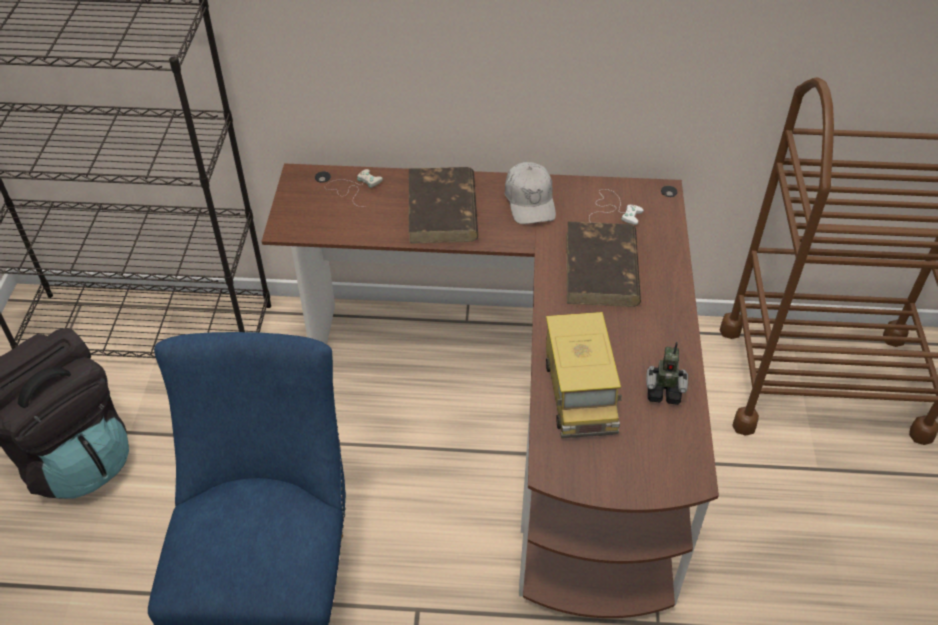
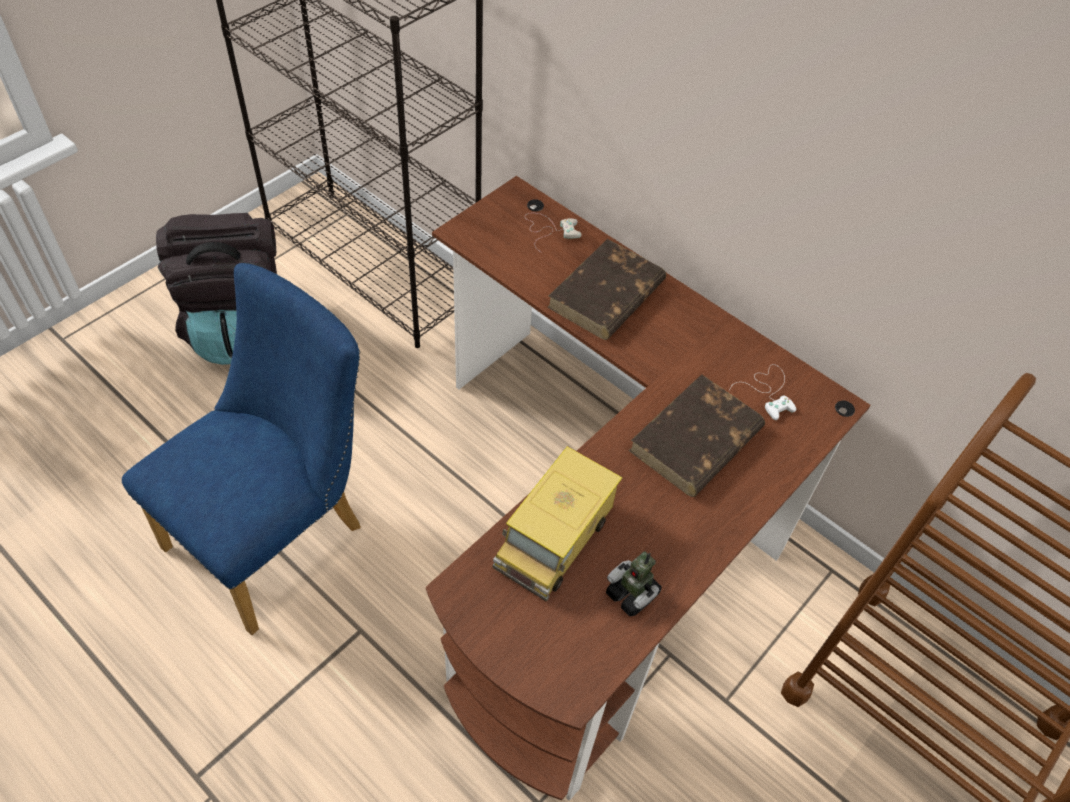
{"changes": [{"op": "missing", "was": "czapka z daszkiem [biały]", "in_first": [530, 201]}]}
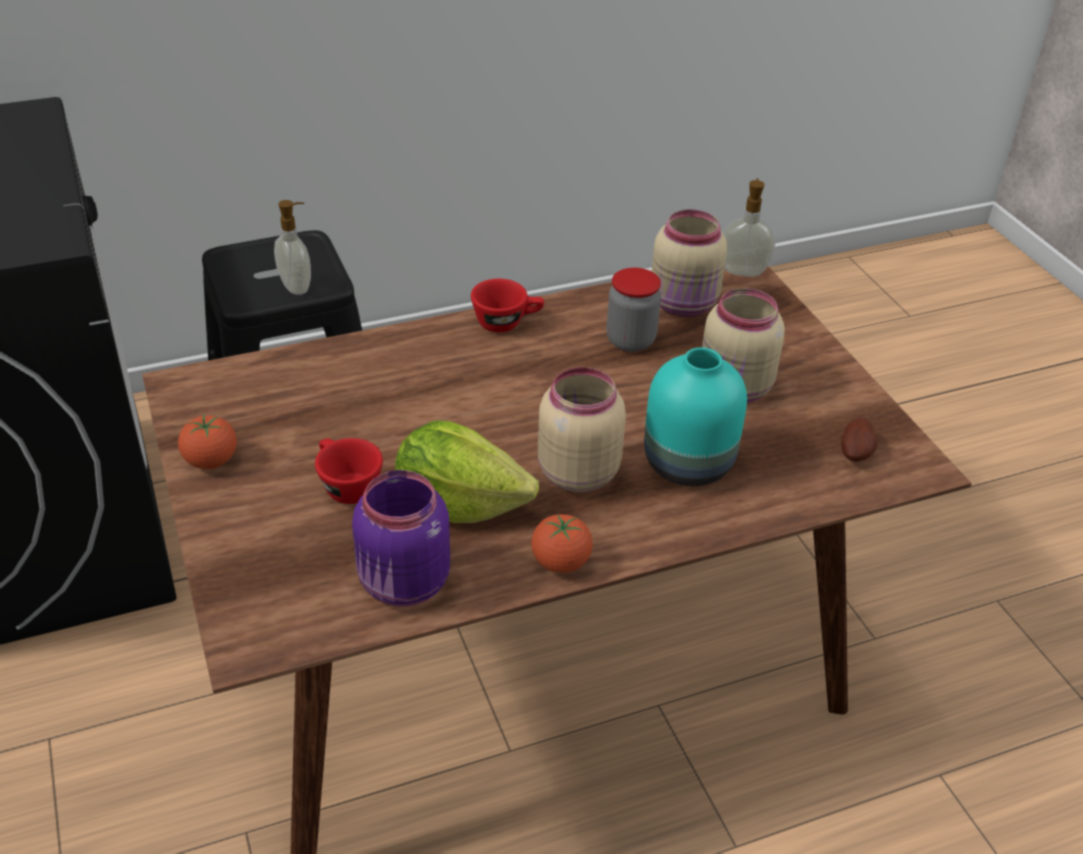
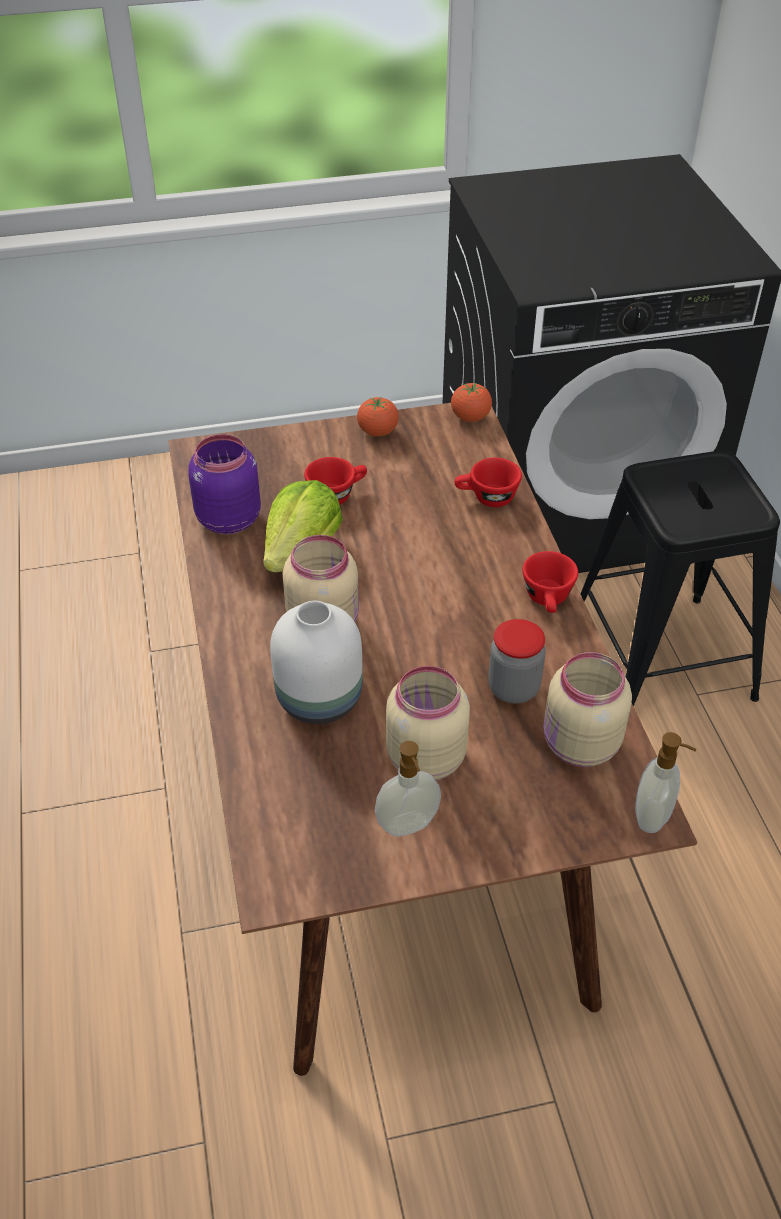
{"changes": [{"op": "relocated", "was": "dozownik mydła", "in_first": [297, 286], "in_second": [408, 826]}, {"op": "relocated", "was": "pomidor", "in_first": [560, 562], "in_second": [470, 417]}, {"op": "colour", "was": "wazon [turkusowy]", "now": "wazon [biały]", "in_first": [685, 464], "in_second": [319, 697]}, {"op": "missing", "was": "ziemniak", "in_first": [856, 453]}, {"op": "appeared", "now": "filiżanka [czerwony]", "in_second": [486, 498]}]}
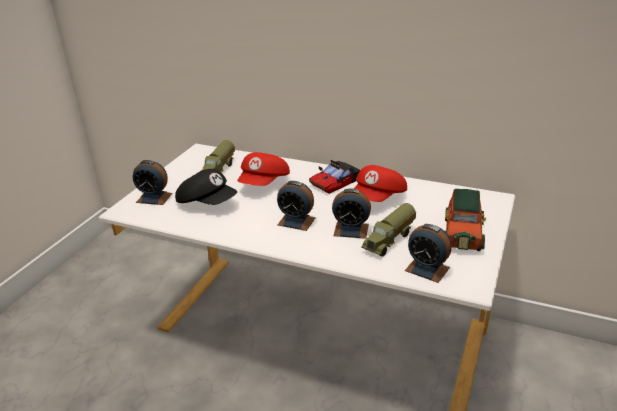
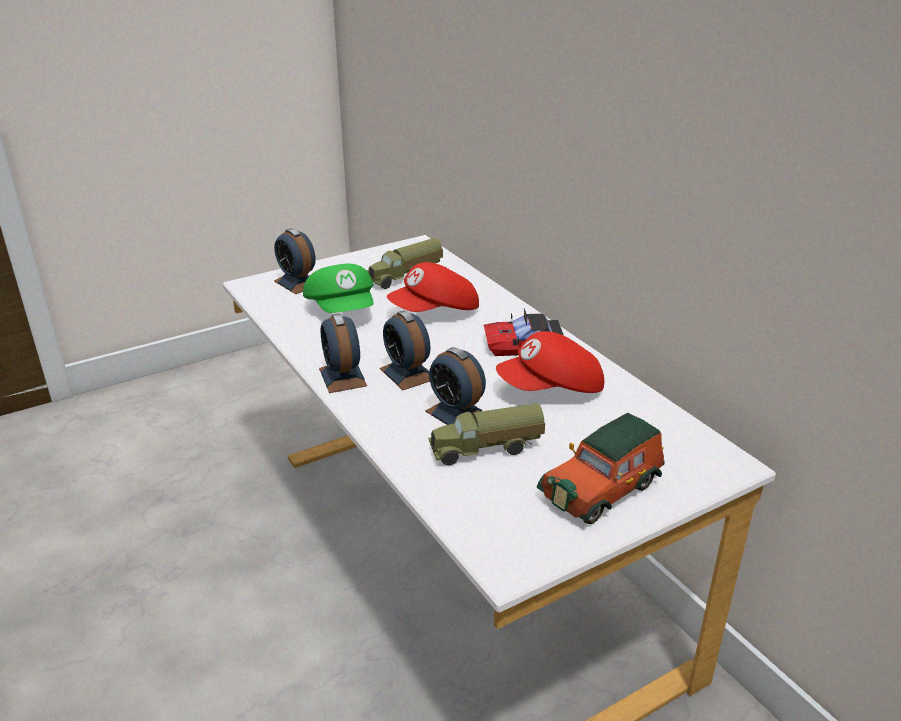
{"changes": [{"op": "colour", "was": "czapka z daszkiem [czarny]", "now": "czapka z daszkiem [zielony]", "in_first": [207, 202], "in_second": [342, 310]}, {"op": "relocated", "was": "budzik", "in_first": [427, 269], "in_second": [342, 377]}]}
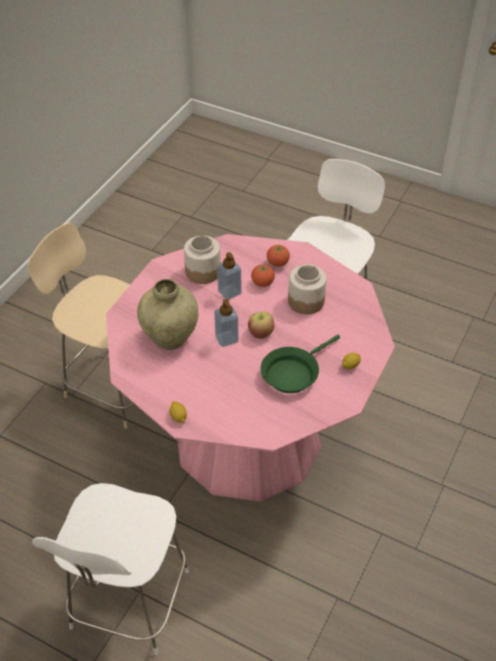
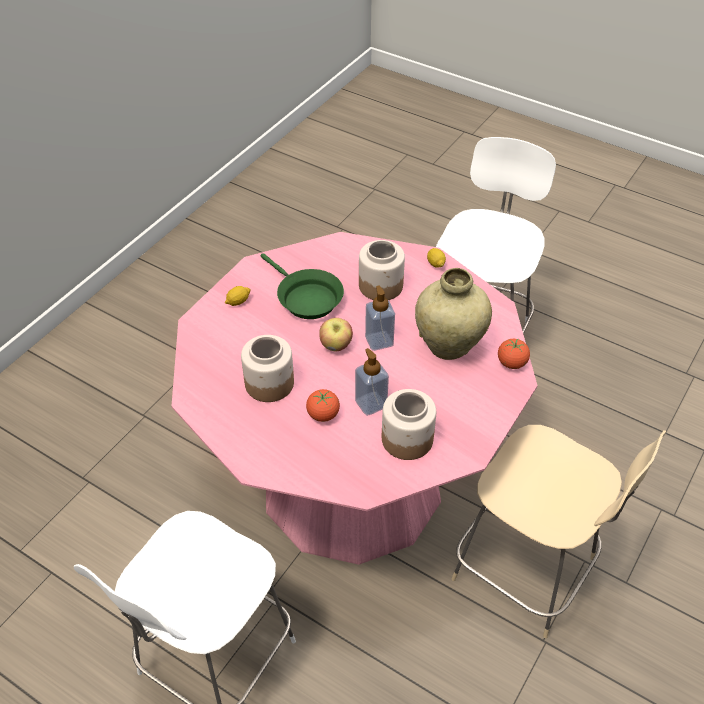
{"changes": [{"op": "spun", "was": "patelnia [zielony]", "in_first": [293, 373], "in_second": [306, 298], "clockwise": 90}, {"op": "relocated", "was": "pomidor", "in_first": [277, 263], "in_second": [511, 363]}, {"op": "appeared", "now": "słoik", "in_second": [381, 285]}]}
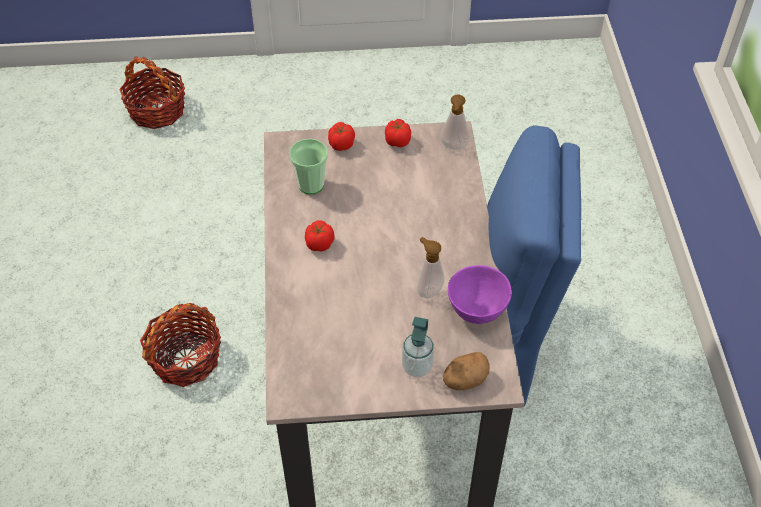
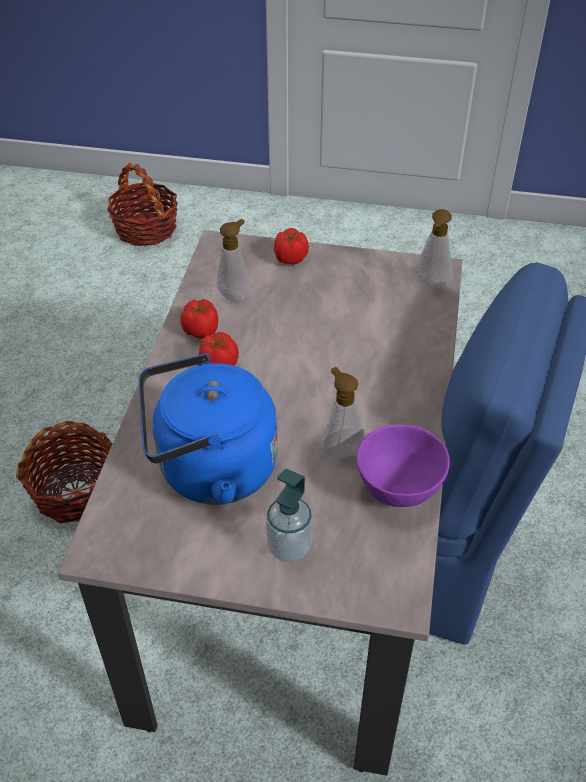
{"changes": [{"op": "exchanged", "was": "filiżanka", "now": "dozownik mydła", "in_first": [311, 185], "in_second": [235, 295]}, {"op": "relocated", "was": "pomidor", "in_first": [397, 141], "in_second": [201, 330]}, {"op": "missing", "was": "ziemniak", "in_first": [464, 380]}, {"op": "appeared", "now": "czajnik [niebieski]", "in_second": [210, 470]}]}
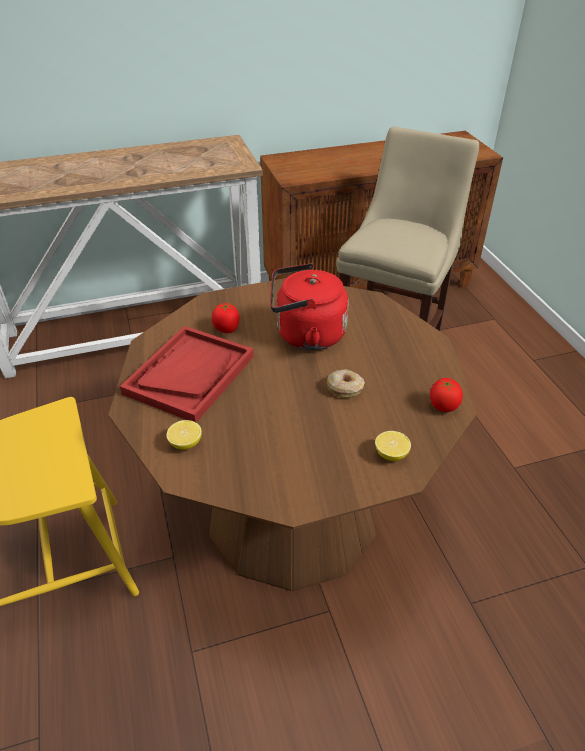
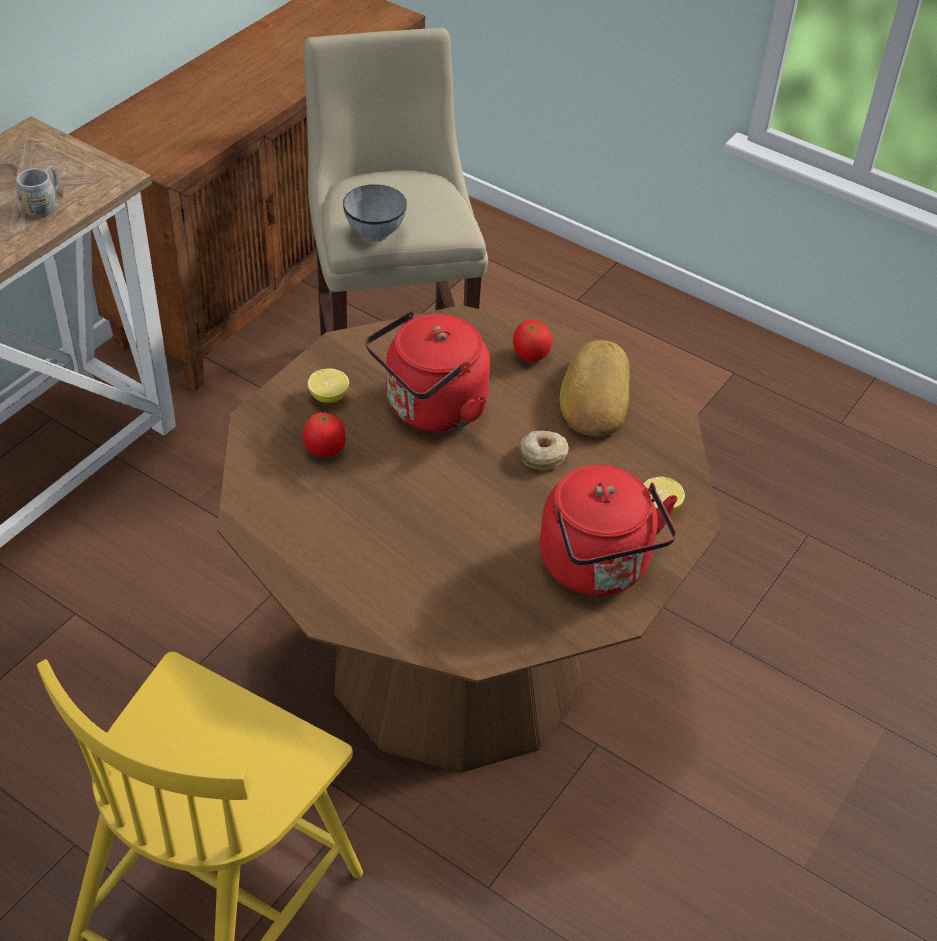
{"changes": [{"op": "missing", "was": "taca [czerwony]", "in_first": [190, 374]}, {"op": "relocated", "was": "cytryna", "in_first": [185, 443], "in_second": [329, 397]}, {"op": "relocated", "was": "pomidor", "in_first": [443, 406], "in_second": [530, 355]}, {"op": "appeared", "now": "kubek [szary]", "in_second": [44, 205]}, {"op": "appeared", "now": "miska [szary]", "in_second": [375, 232]}, {"op": "appeared", "now": "czajnik [czerwony]", "in_second": [598, 568]}, {"op": "appeared", "now": "chleb", "in_second": [593, 396]}]}
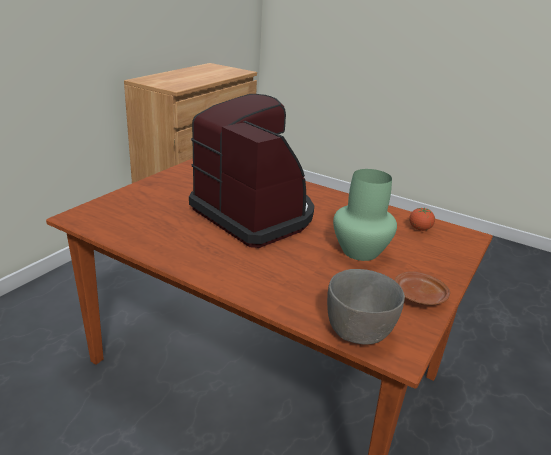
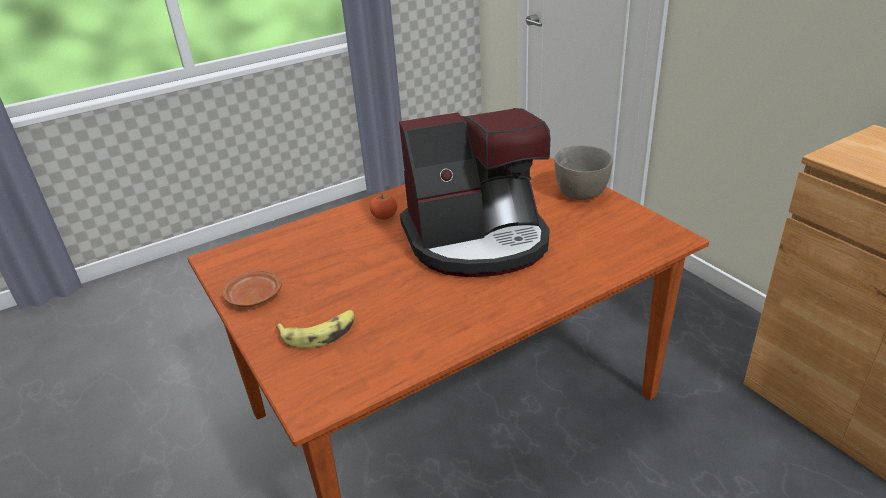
{"changes": [{"op": "relocated", "was": "miska [szary]", "in_first": [360, 331], "in_second": [580, 193]}, {"op": "missing", "was": "wazon [zielony]", "in_first": [360, 251]}, {"op": "relocated", "was": "pomidor", "in_first": [419, 229], "in_second": [384, 217]}, {"op": "appeared", "now": "banan", "in_second": [320, 333]}]}
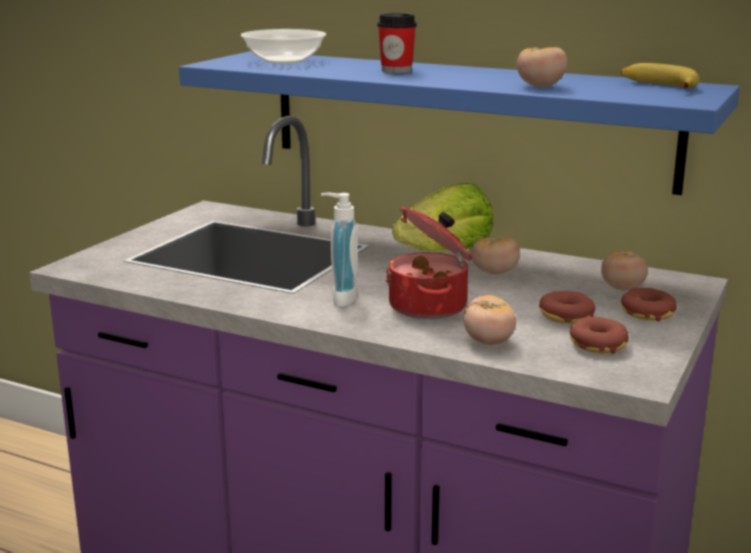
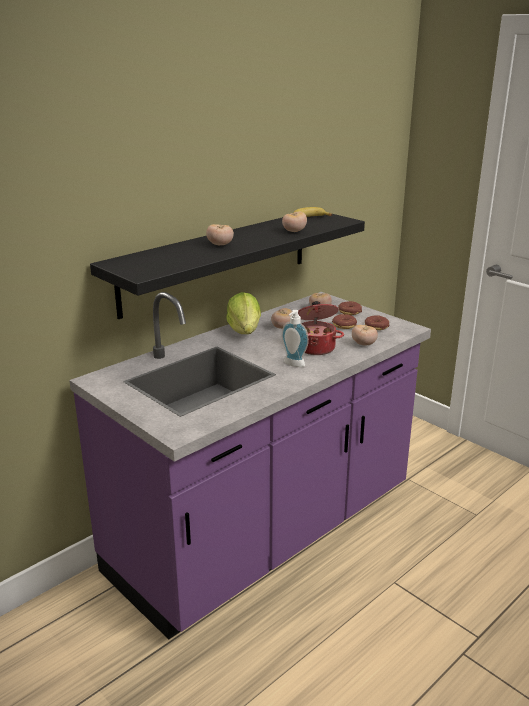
{"changes": [{"op": "colour", "was": "półka [niebieski]", "now": "półka [czarny]", "in_first": [466, 118], "in_second": [217, 260]}, {"op": "missing", "was": "miska", "in_first": [284, 61]}, {"op": "exchanged", "was": "filiżanka", "now": "pomidor", "in_first": [396, 71], "in_second": [220, 245]}]}
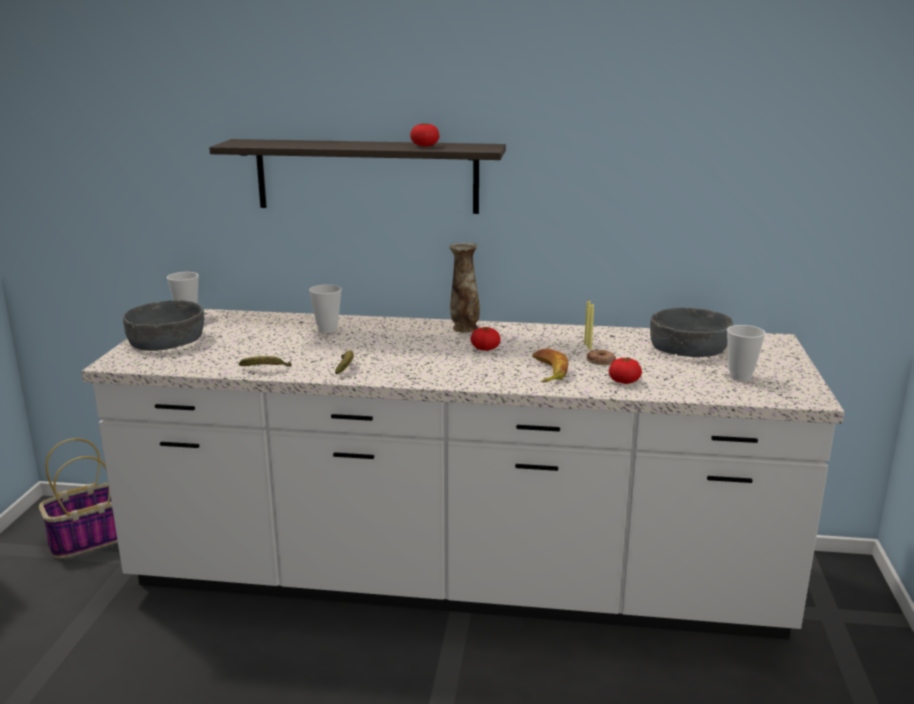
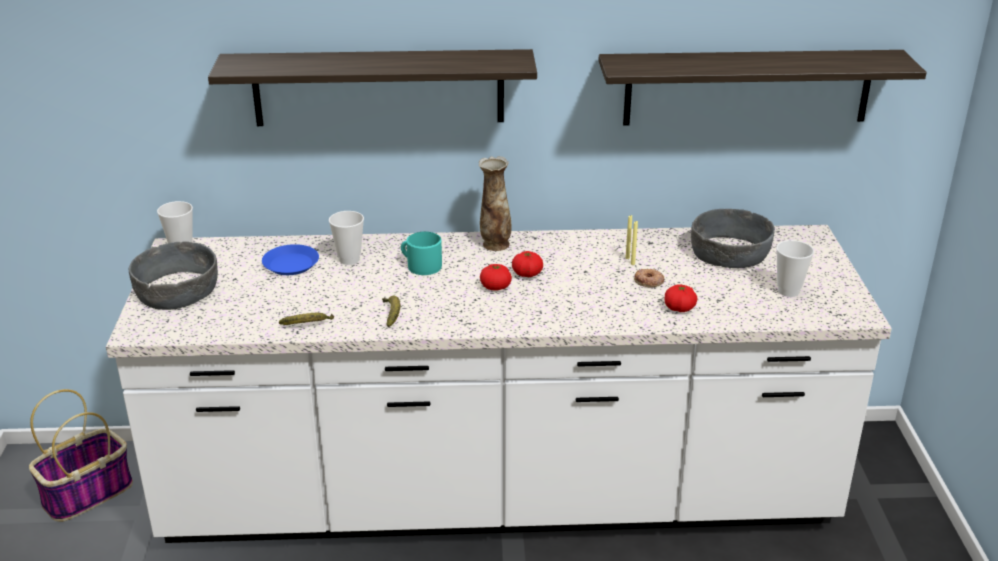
{"changes": [{"op": "relocated", "was": "pomidor", "in_first": [425, 146], "in_second": [495, 287]}, {"op": "missing", "was": "banan", "in_first": [547, 371]}, {"op": "appeared", "now": "talerz [niebieski]", "in_second": [290, 264]}, {"op": "appeared", "now": "kubek [turkusowy]", "in_second": [420, 265]}, {"op": "appeared", "now": "półka", "in_second": [747, 87]}]}
